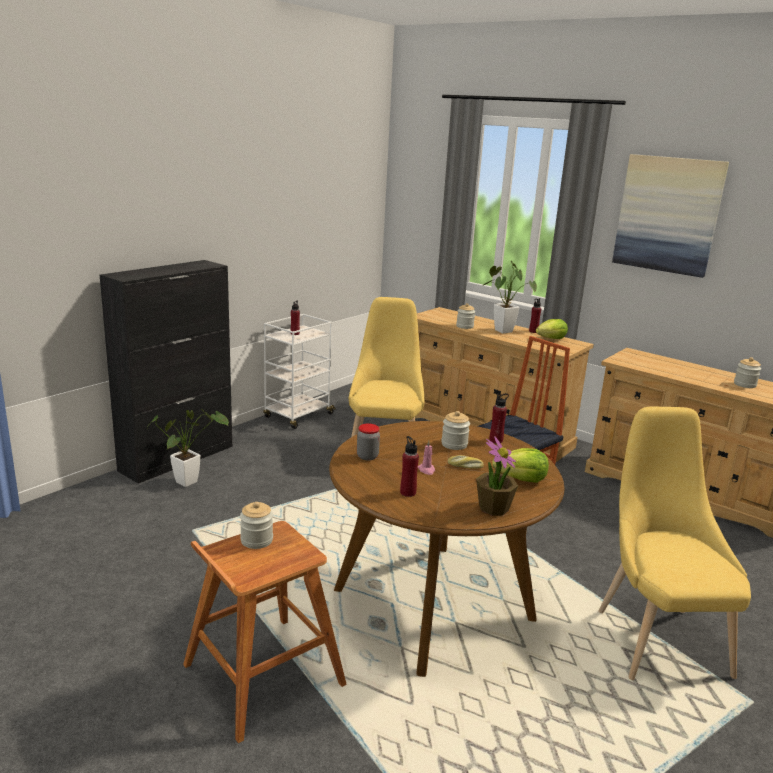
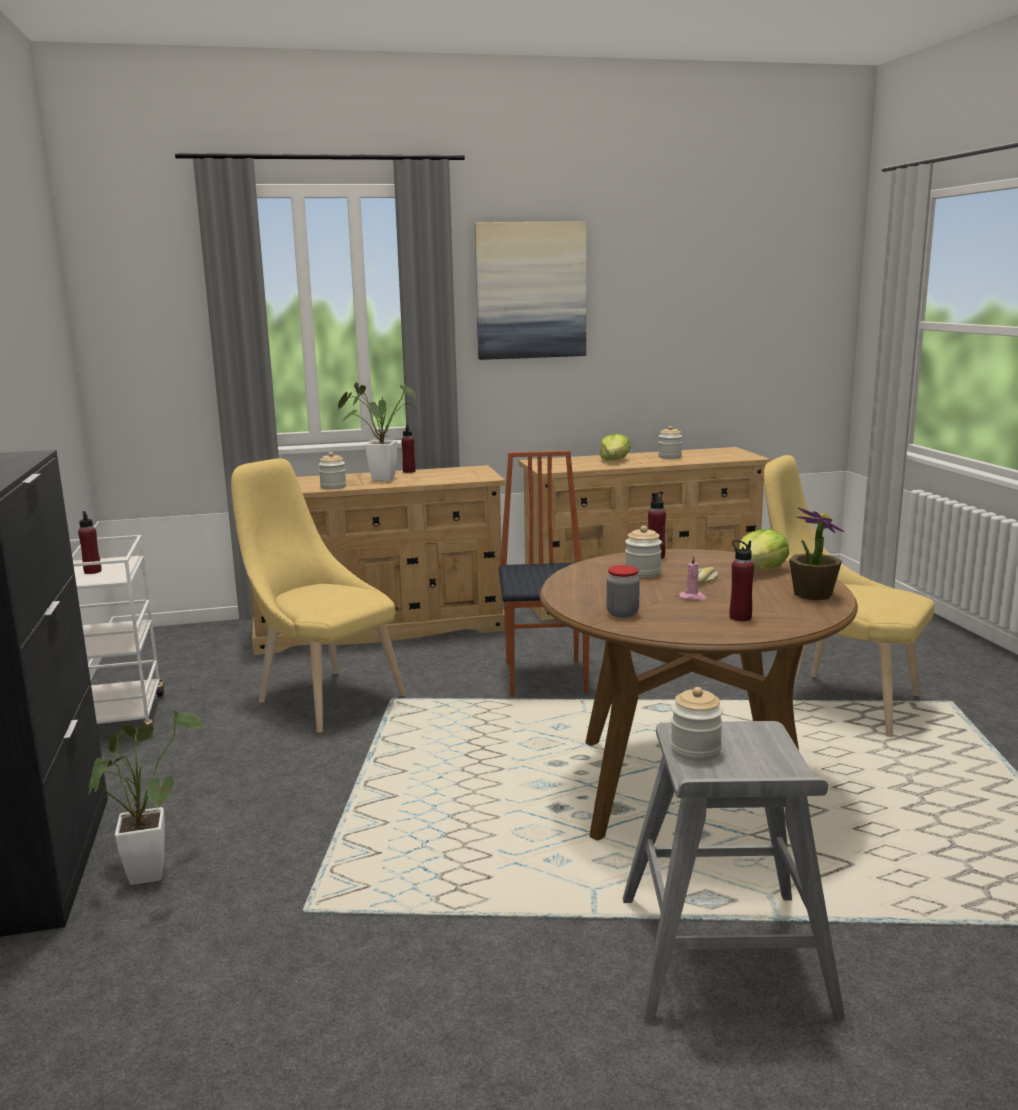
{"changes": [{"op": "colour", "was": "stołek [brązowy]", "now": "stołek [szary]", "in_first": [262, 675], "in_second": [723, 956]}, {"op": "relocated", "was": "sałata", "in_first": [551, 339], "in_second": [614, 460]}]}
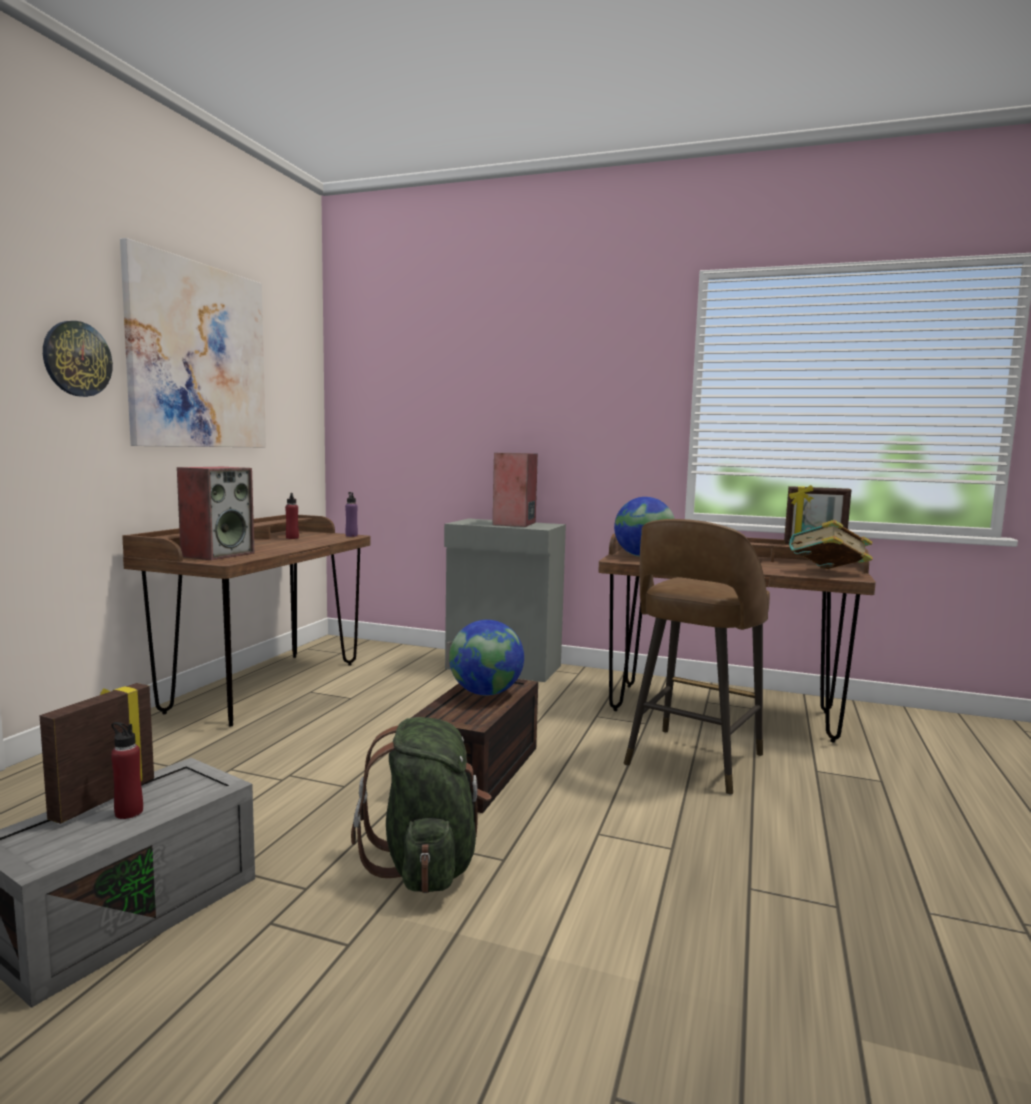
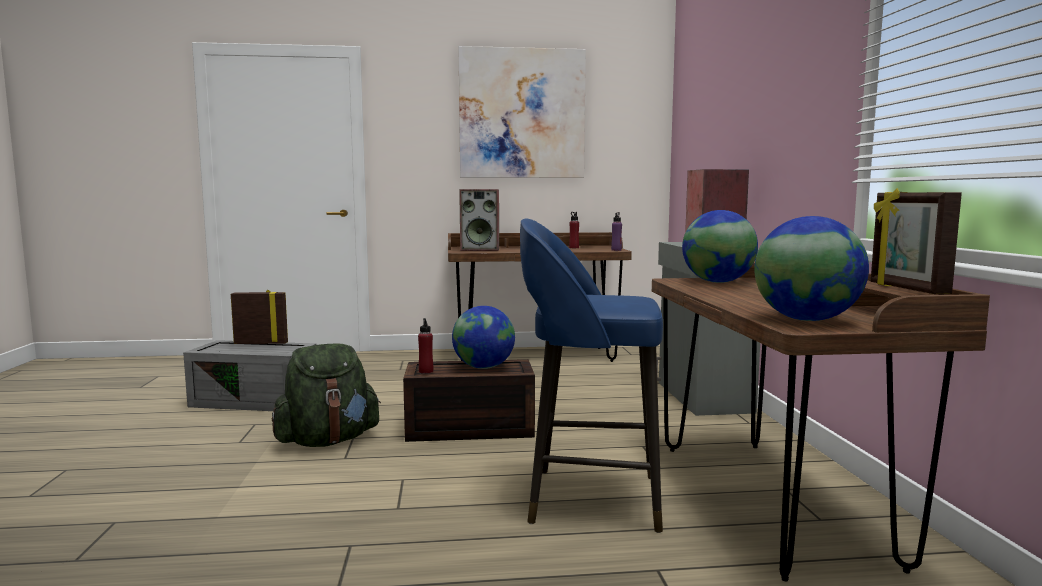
{"changes": [{"op": "missing", "was": "zegar ścienny", "in_first": [77, 359]}, {"op": "relocated", "was": "butelka [czerwony]", "in_first": [129, 812], "in_second": [426, 371]}, {"op": "colour", "was": "stołek [brązowy]", "now": "stołek [niebieski]", "in_first": [692, 761], "in_second": [589, 498]}, {"op": "exchanged", "was": "książka", "now": "globus", "in_first": [827, 573], "in_second": [806, 320]}]}
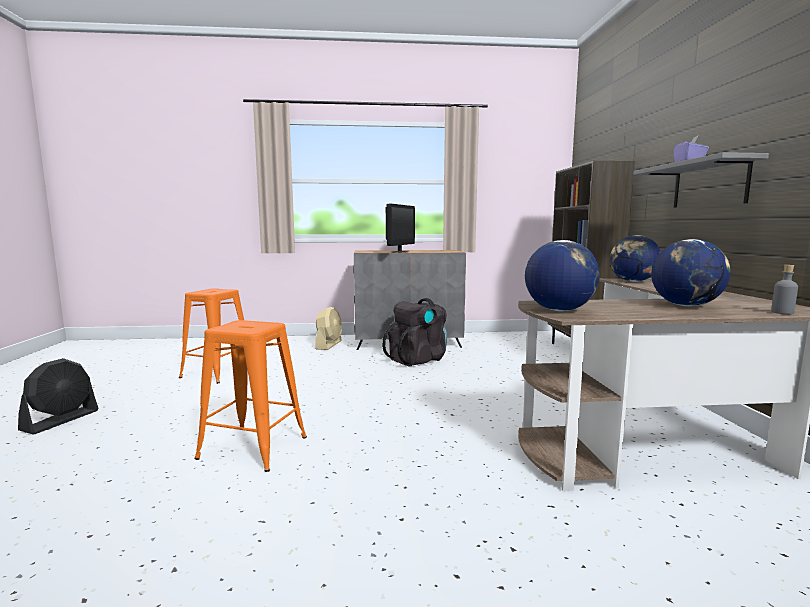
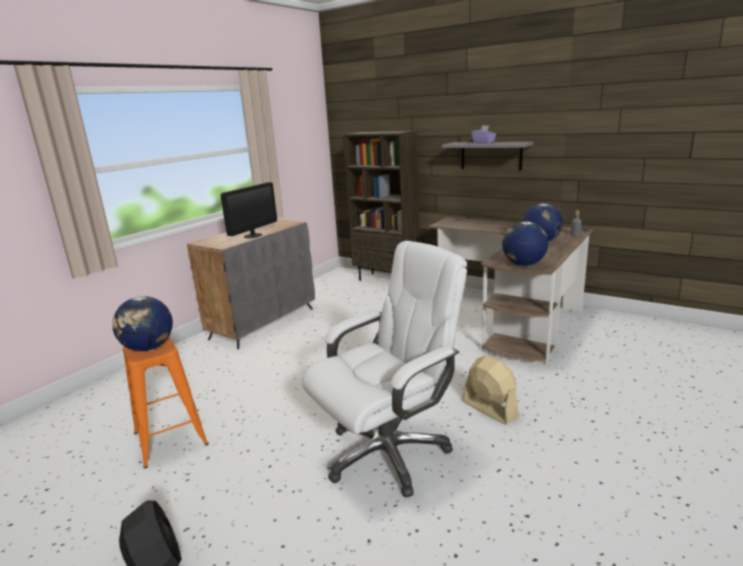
{"changes": [{"op": "exchanged", "was": "stołek [pomarańczowy]", "now": "krzesło biurowe [biały]", "in_first": [253, 448], "in_second": [388, 452]}, {"op": "relocated", "was": "wentylator [beżowy]", "in_first": [329, 345], "in_second": [489, 409]}, {"op": "missing", "was": "plecak [czarny]", "in_first": [418, 359]}, {"op": "spun", "was": "monitor", "in_first": [399, 252], "in_second": [253, 235], "clockwise": 60}, {"op": "relocated", "was": "globus", "in_first": [632, 281], "in_second": [148, 348]}]}
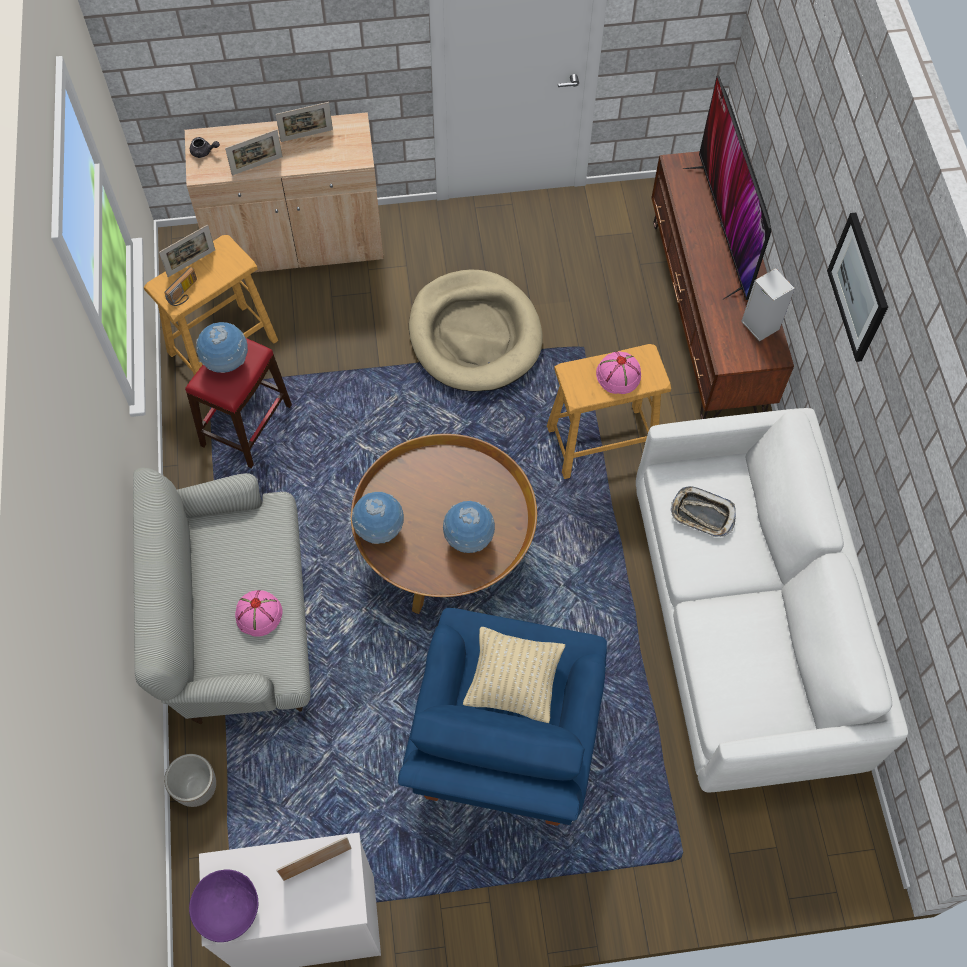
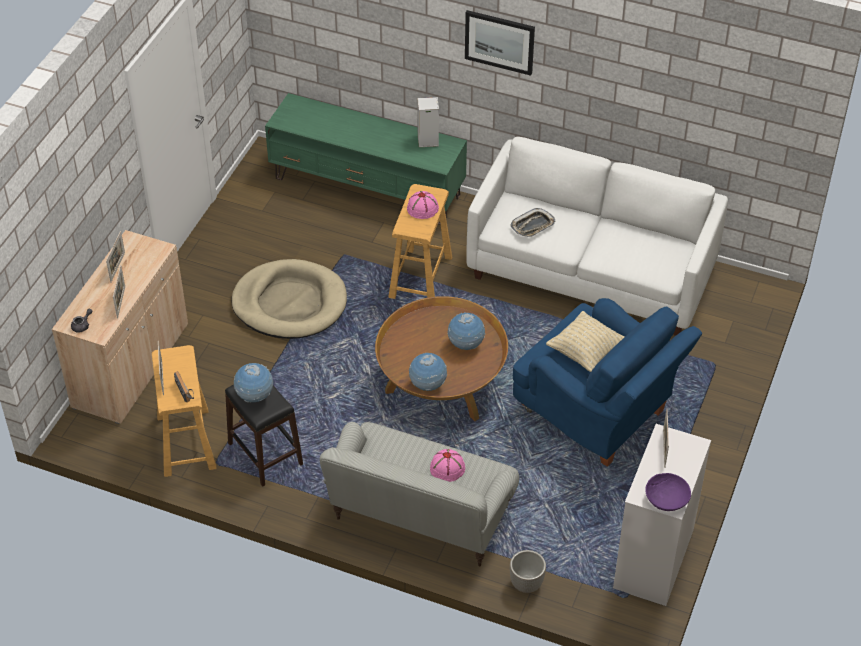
{"changes": [{"op": "colour", "was": "stołek [czerwony]", "now": "stołek [czarny]", "in_first": [246, 425], "in_second": [265, 454]}, {"op": "colour", "was": "szafka pod telewizor [brązowy]", "now": "szafka pod telewizor [zielony]", "in_first": [707, 315], "in_second": [368, 187]}, {"op": "missing", "was": "telewizor", "in_first": [725, 229]}]}
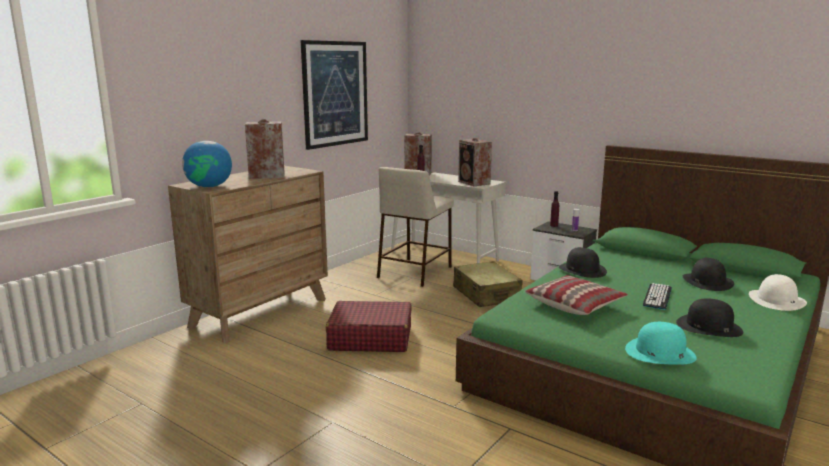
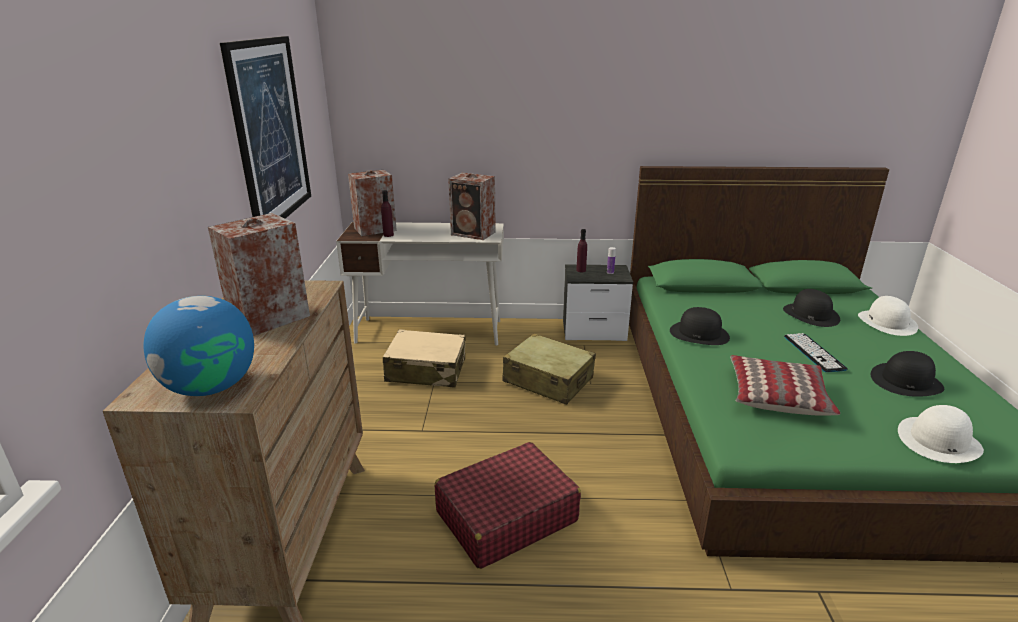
{"changes": [{"op": "exchanged", "was": "stołek [beżowy]", "now": "walizka [beżowy]", "in_first": [415, 272], "in_second": [426, 370]}, {"op": "colour", "was": "kapelusz [turkusowy]", "now": "kapelusz [biały]", "in_first": [660, 352], "in_second": [938, 441]}]}
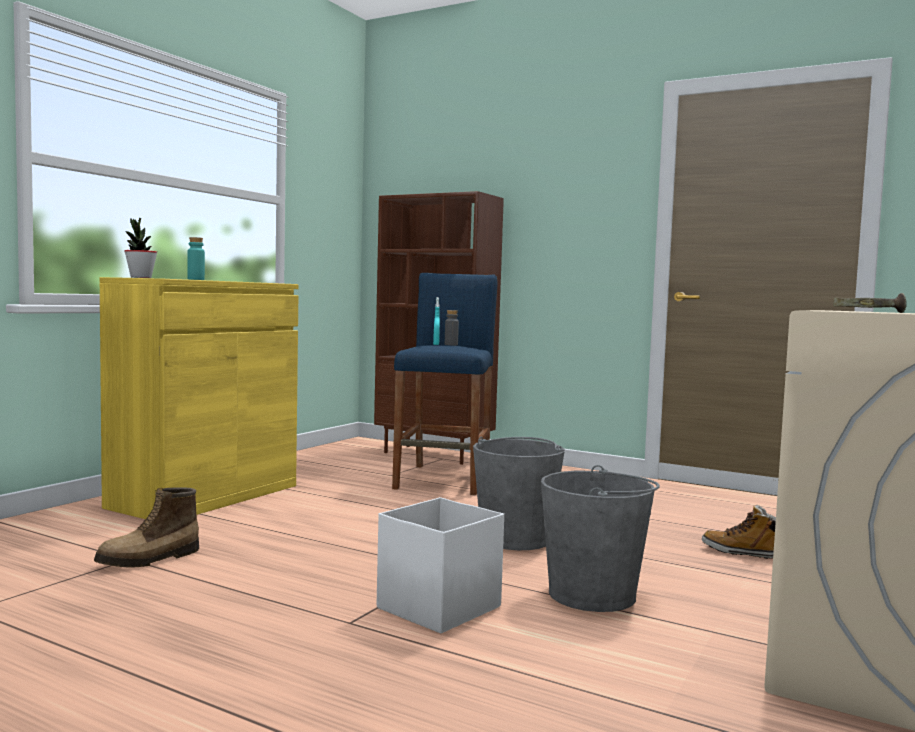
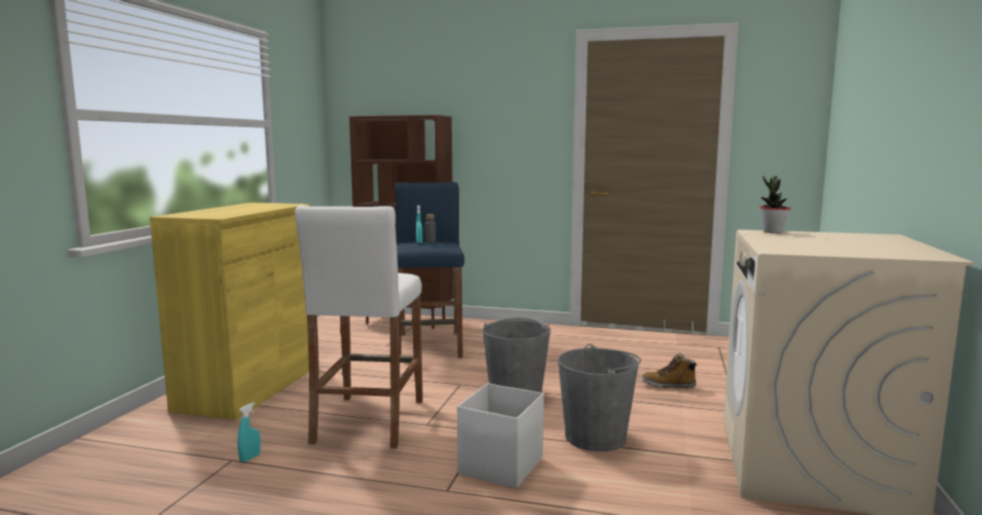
{"changes": [{"op": "exchanged", "was": "but z cholewką", "now": "spryskiwacz [turkusowy]", "in_first": [149, 560], "in_second": [250, 458]}, {"op": "relocated", "was": "roślina doniczkowa", "in_first": [140, 277], "in_second": [772, 232]}, {"op": "missing", "was": "butelka [turkusowy]", "in_first": [196, 279]}, {"op": "missing", "was": "młotek", "in_first": [863, 311]}, {"op": "appeared", "now": "stołek [biały]", "in_second": [369, 420]}]}
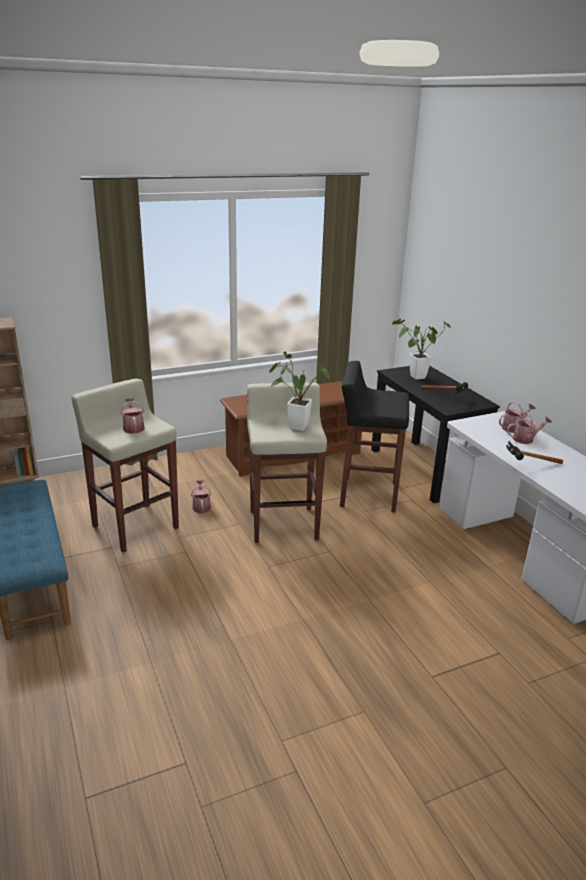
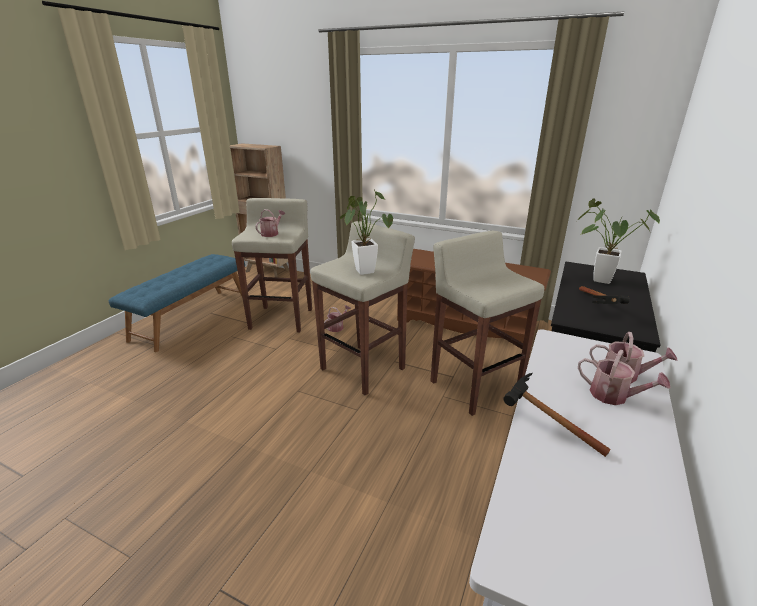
{"changes": [{"op": "colour", "was": "stołek [czarny]", "now": "stołek [beżowy]", "in_first": [367, 494], "in_second": [474, 386]}]}
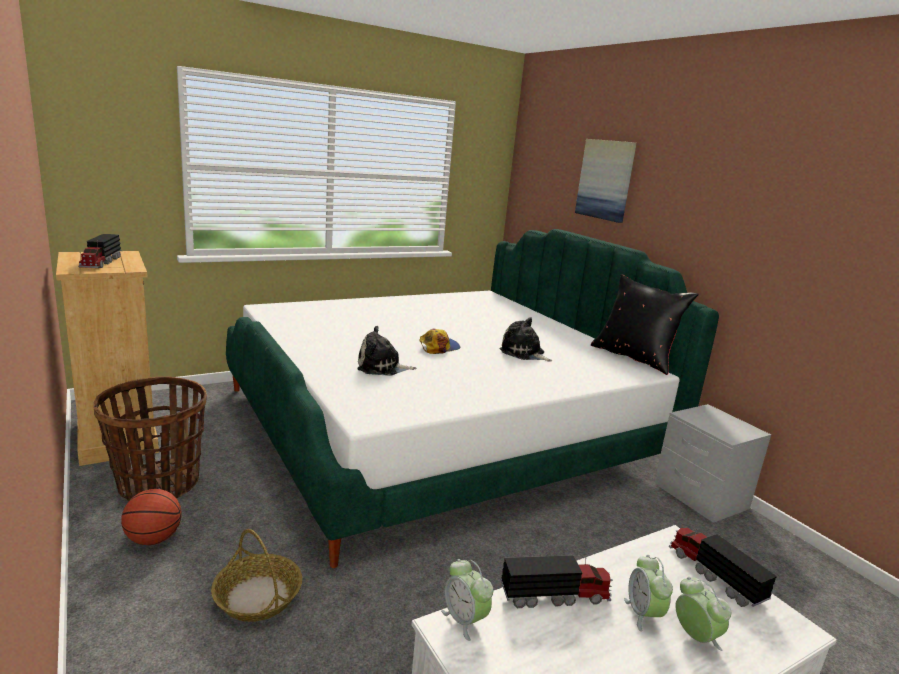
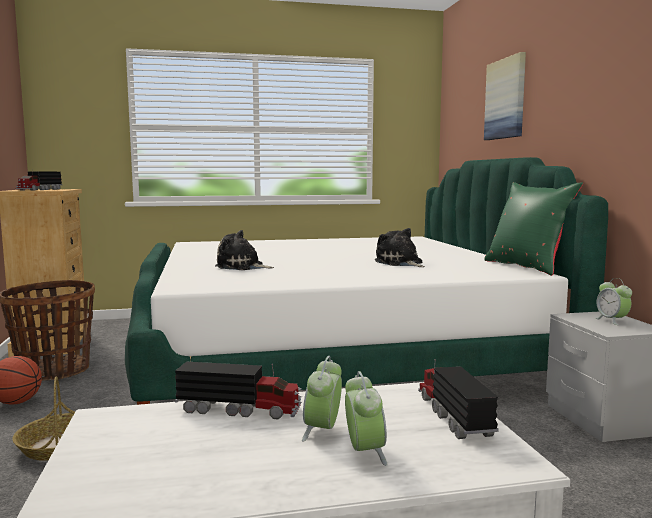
{"changes": [{"op": "missing", "was": "czapka z daszkiem", "in_first": [439, 347]}, {"op": "relocated", "was": "budzik", "in_first": [464, 620], "in_second": [612, 320]}, {"op": "colour", "was": "poduszka [czarny]", "now": "poduszka [zielony]", "in_first": [634, 357], "in_second": [527, 267]}]}
